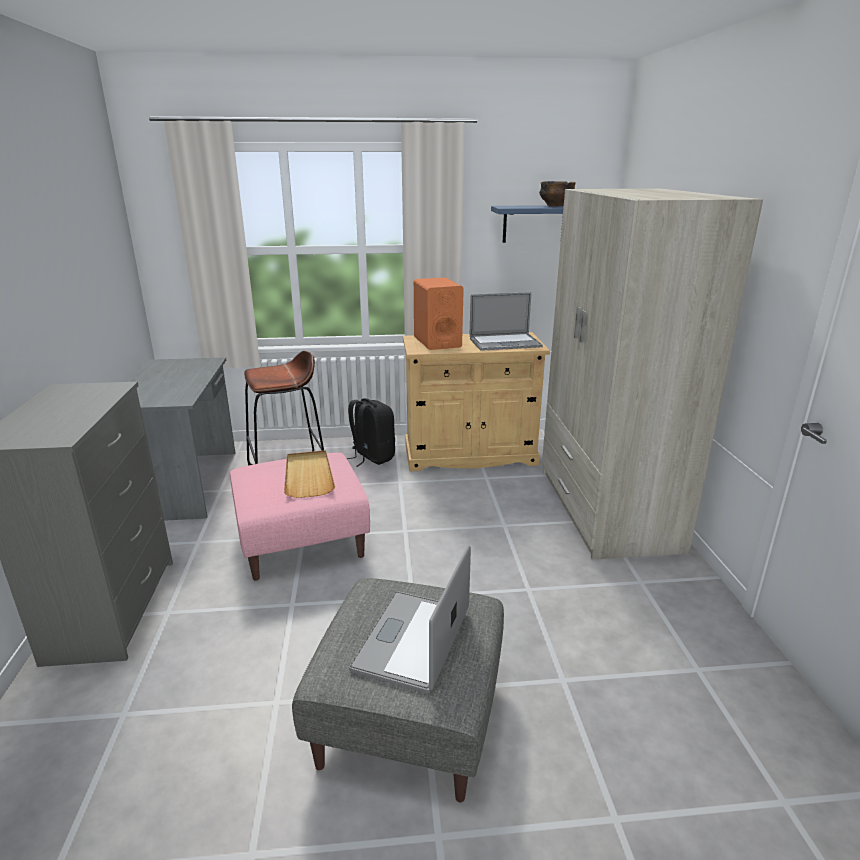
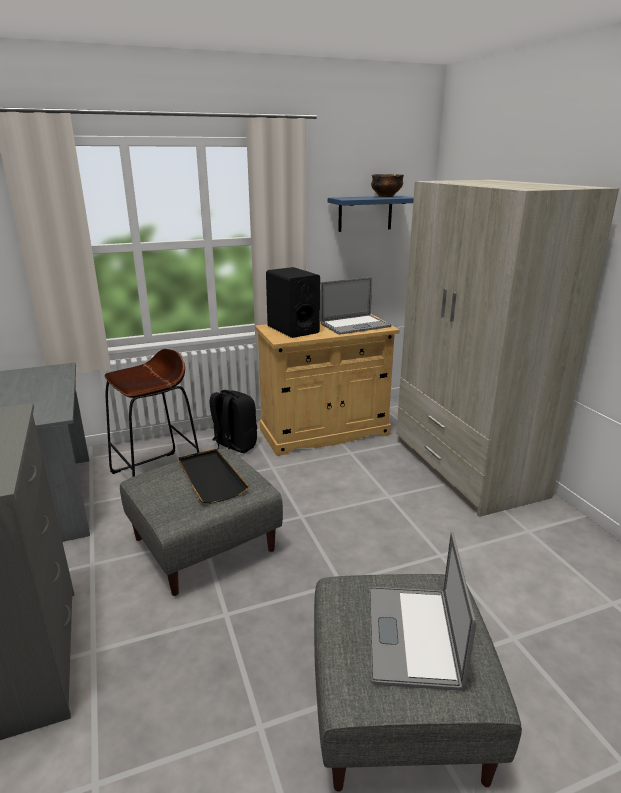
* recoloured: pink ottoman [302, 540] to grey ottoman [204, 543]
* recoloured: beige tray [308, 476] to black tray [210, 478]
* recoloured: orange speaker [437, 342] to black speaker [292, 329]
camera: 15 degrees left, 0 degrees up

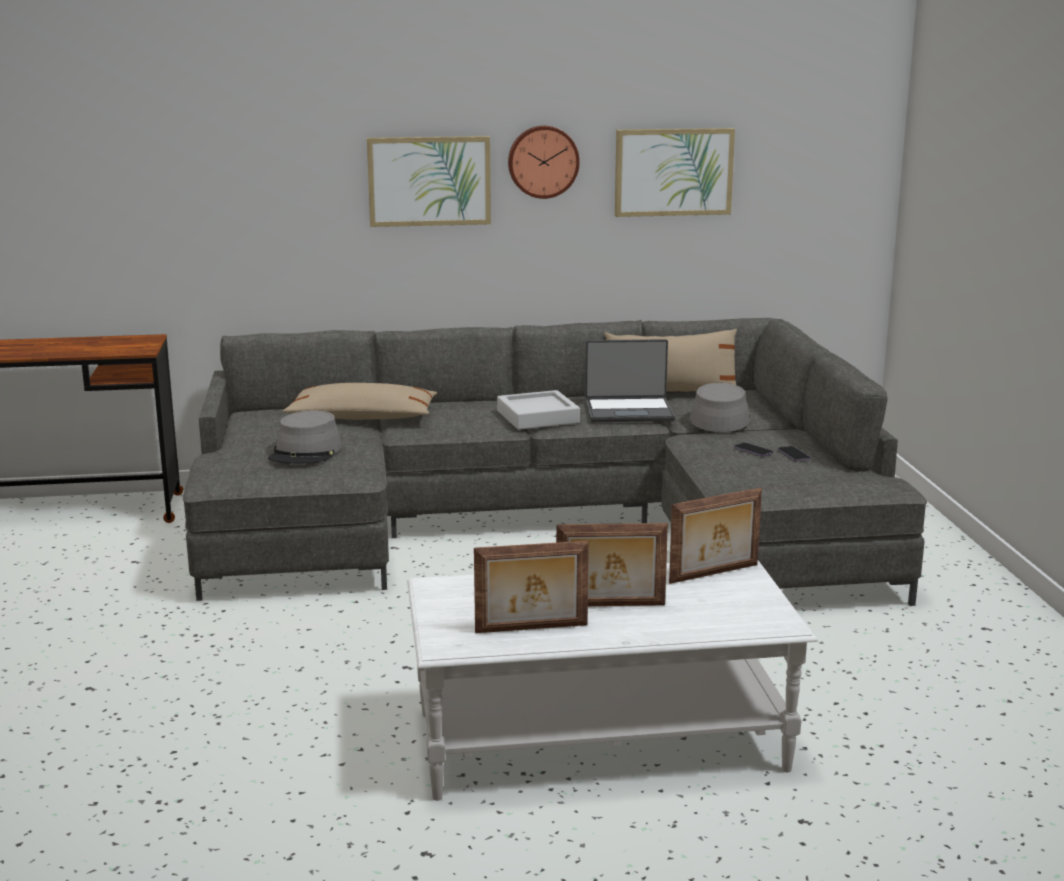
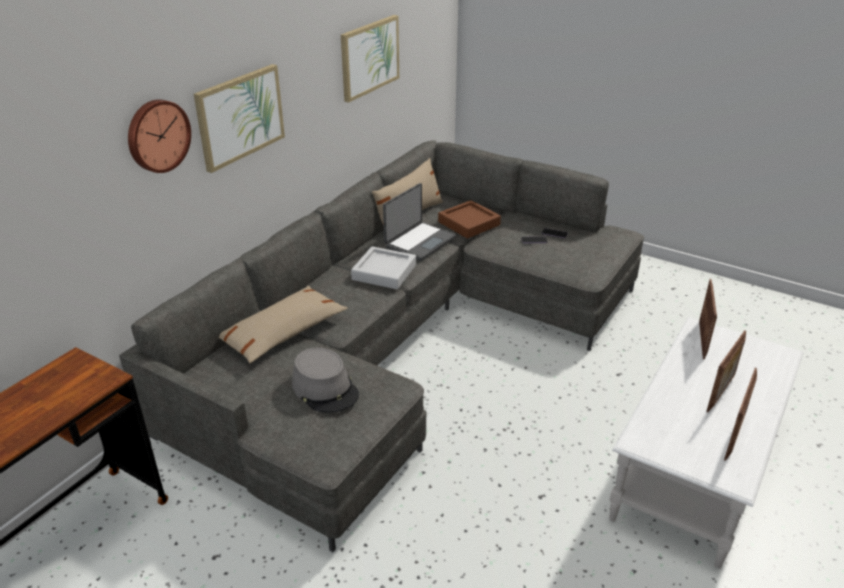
* moved: wall clock [543, 161] to [157, 135]
* replaced: grey hat [719, 418] to brown tray [469, 223]
camera: 50 degrees left, 15 degrees up

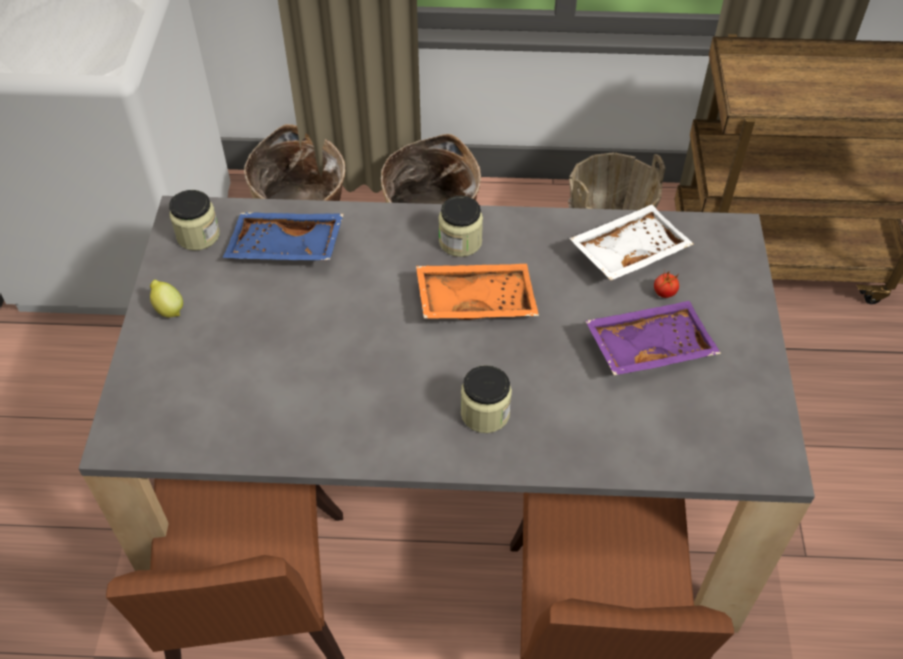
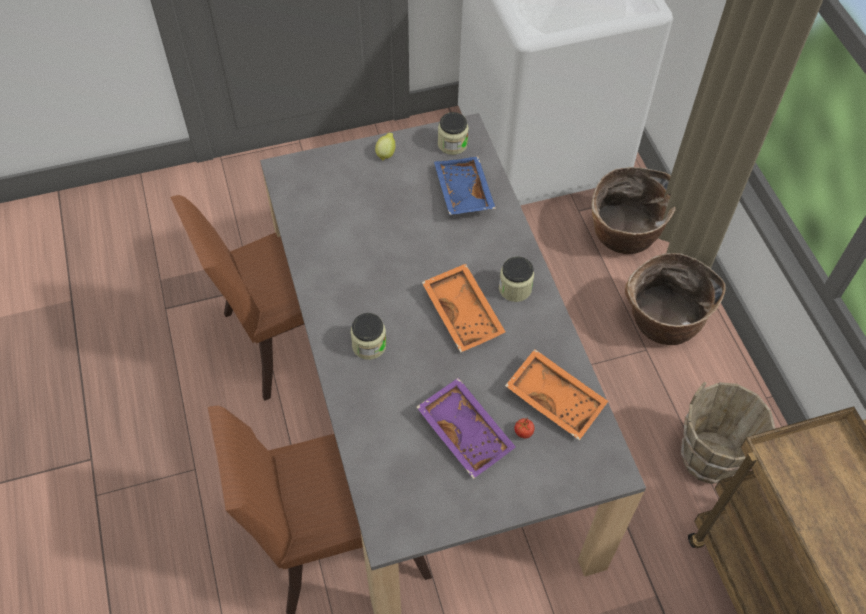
* recoloured: white tray [628, 251] to orange tray [556, 398]
camera: 70 degrees right, 5 degrees up

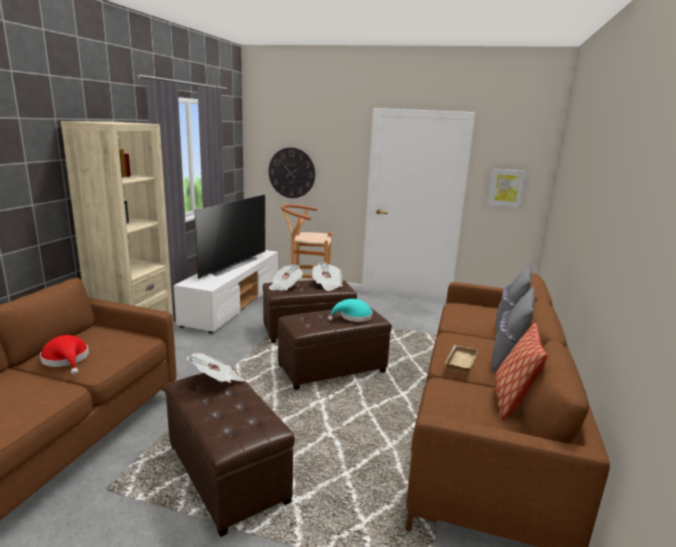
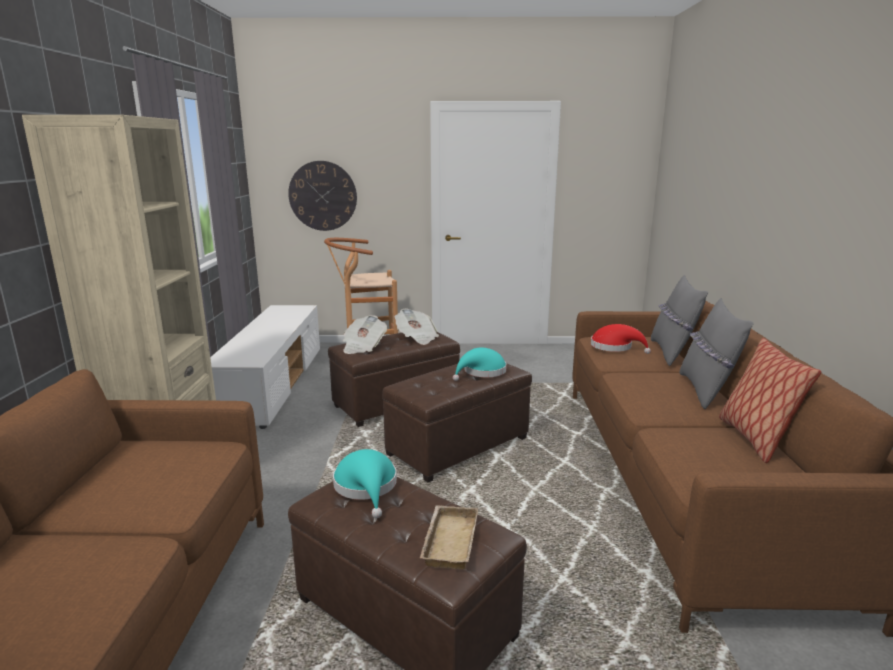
* replaced: newspaper [217, 381] to turquoise hat [367, 487]
* moved: beige tray [459, 361] to [448, 540]
* moved: red hat [66, 359] to [614, 347]
* removed: television [231, 265]
* removed: picture [506, 188]
camera: 15 degrees left, 0 degrees up

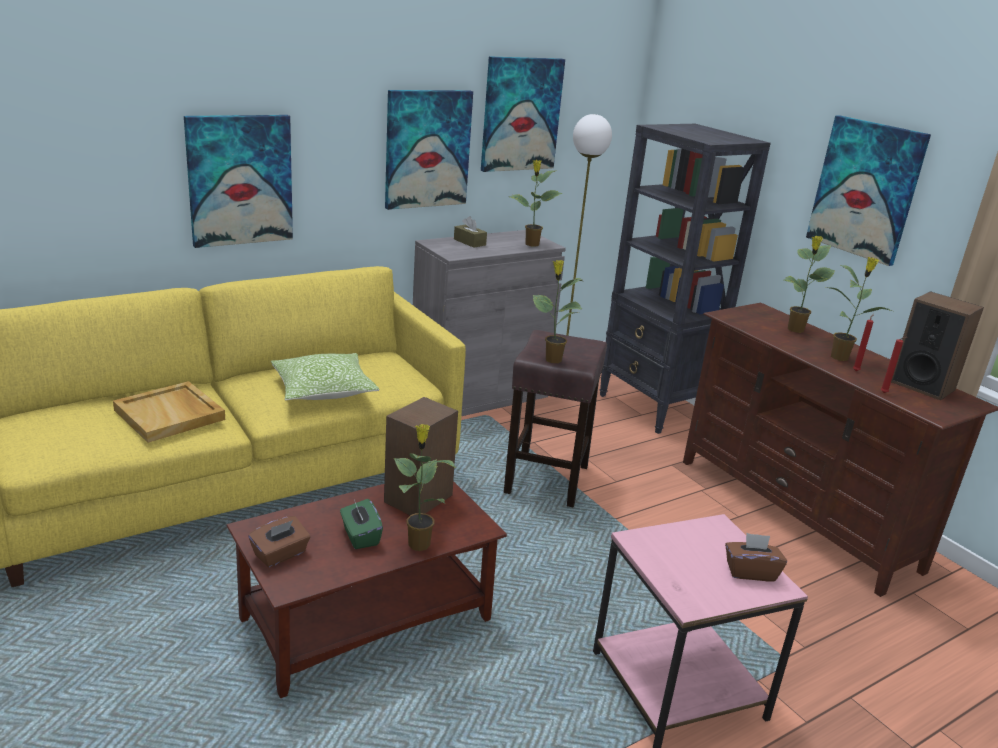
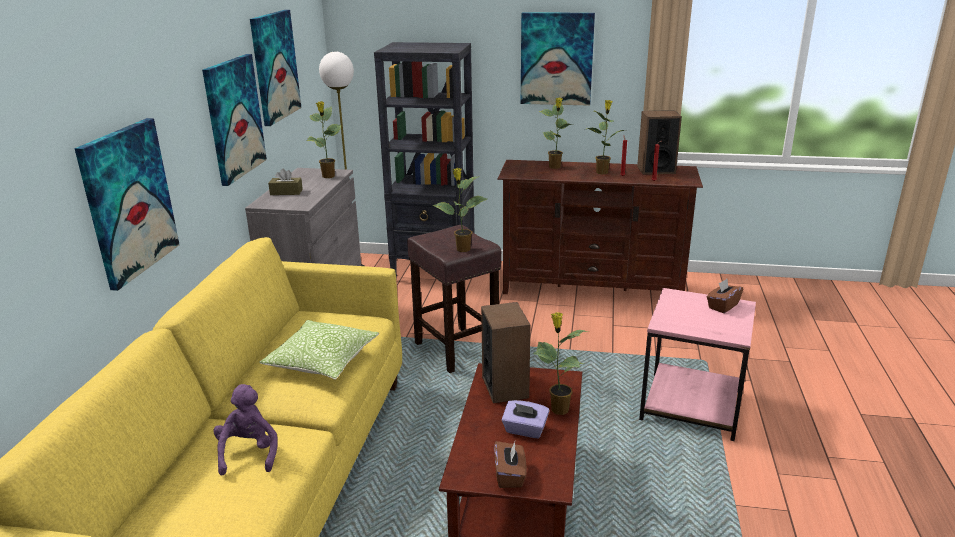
* replaced: beige tray [170, 415] to purple plush toy [249, 453]
* recoloured: green tissue box [360, 536] to purple tissue box [525, 430]
camera: 45 degrees left, 0 degrees up

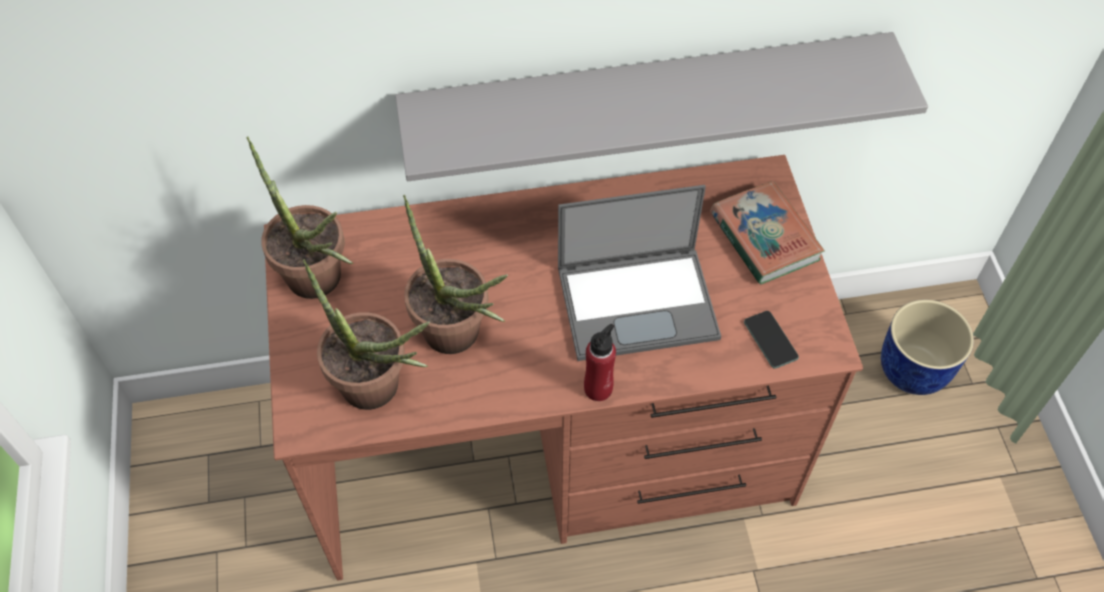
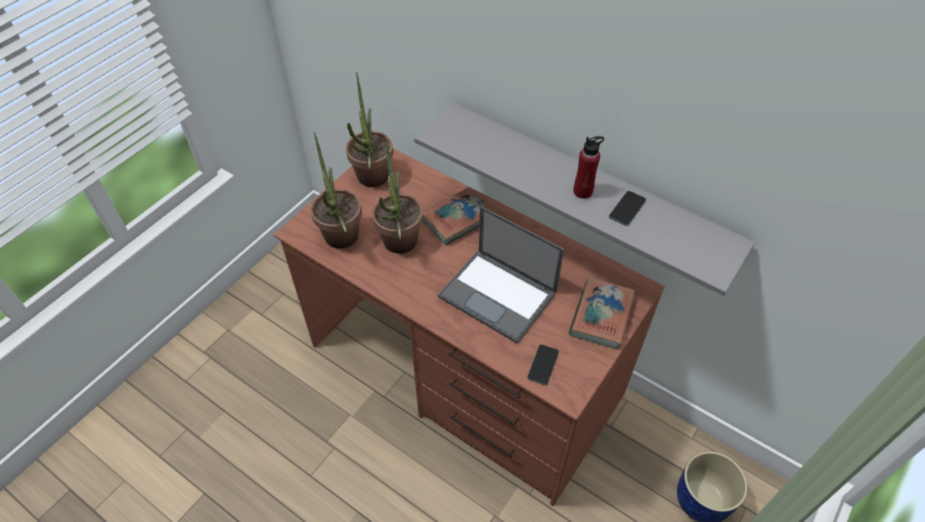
* added: book [457, 218]
* moved: red bottle [598, 388] to [583, 191]
* added: phone [627, 208]
camera: 45 degrees right, 5 degrees down

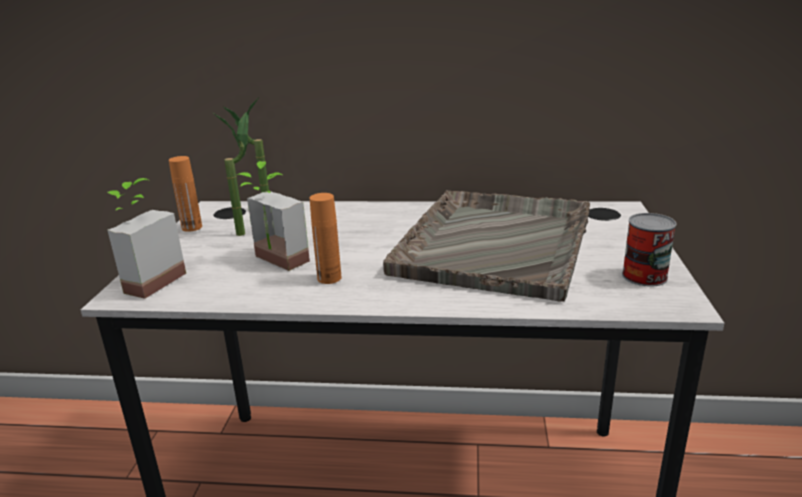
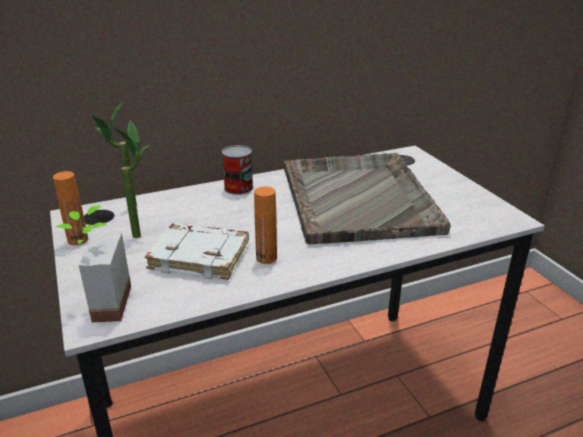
* replaced: potted plant [273, 262] to white book [201, 256]
* moved: can [644, 276] to [238, 188]
camera: 30 degrees left, 5 degrees up

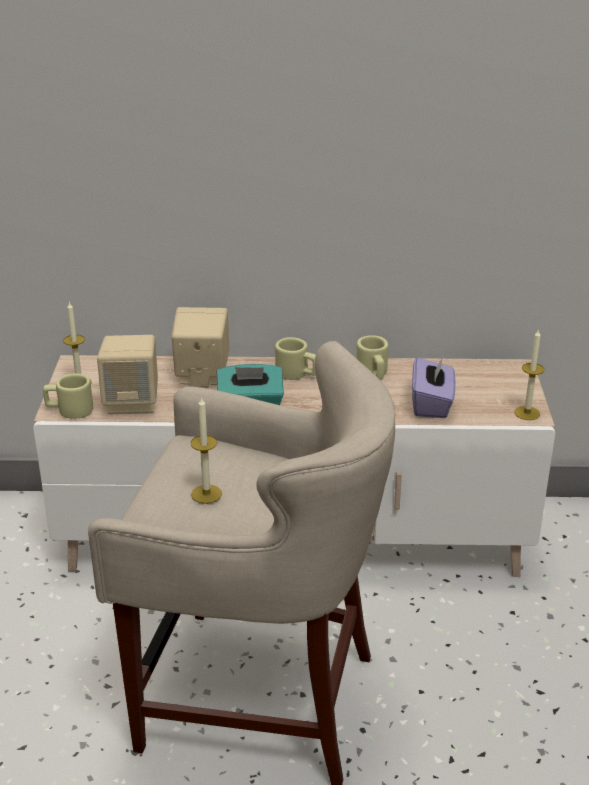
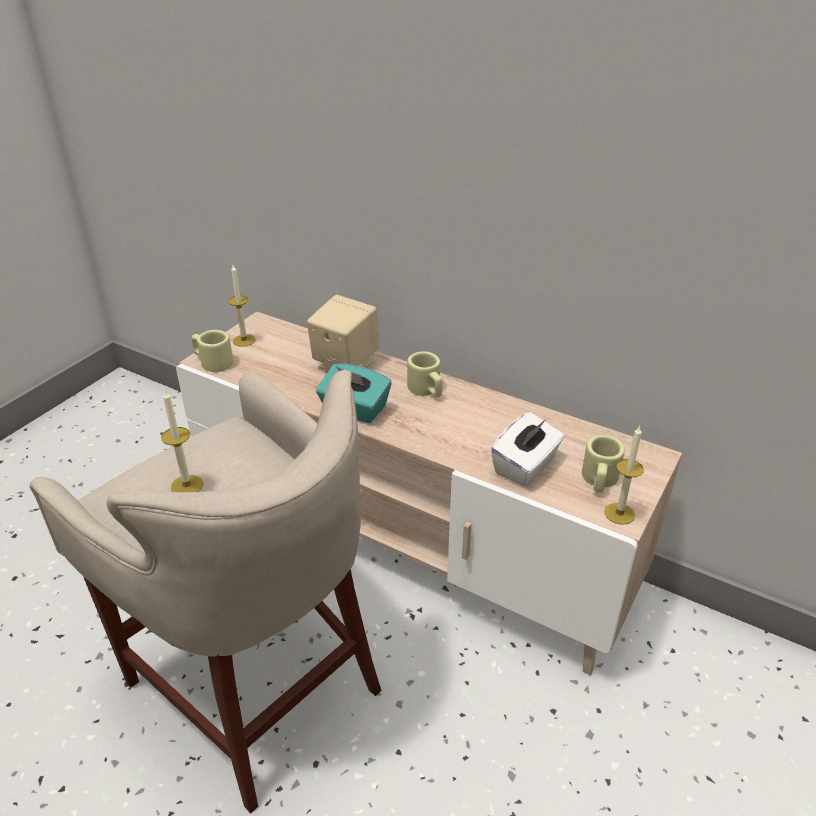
* recoloured: purple tissue box [432, 404] to white tissue box [525, 466]
* moved: beige mug [373, 373] to [599, 480]
* removed: beige speaker [132, 402]
camera: 30 degrees right, 5 degrees up

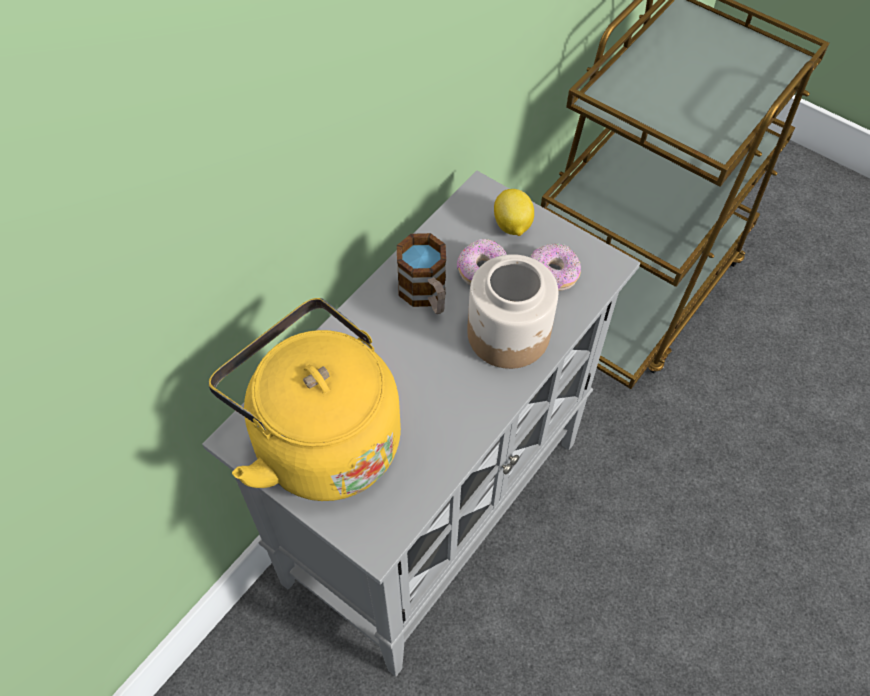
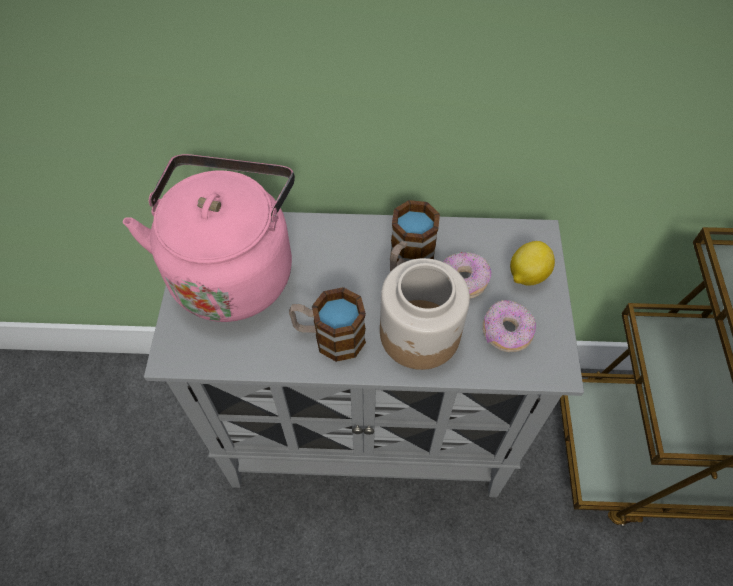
* recoloured: yellow kettle [320, 439] to pink kettle [233, 270]
* added: mug [329, 337]
camera: 55 degrees right, 0 degrees up

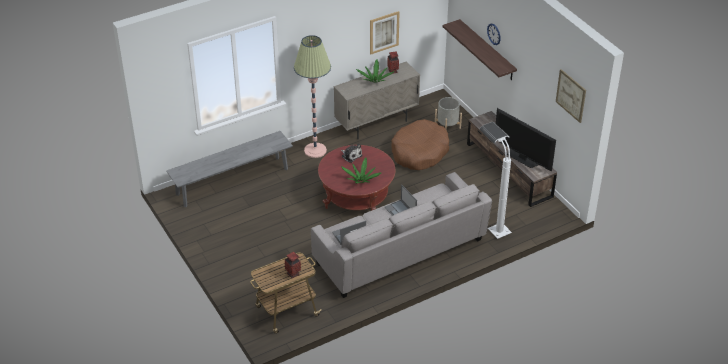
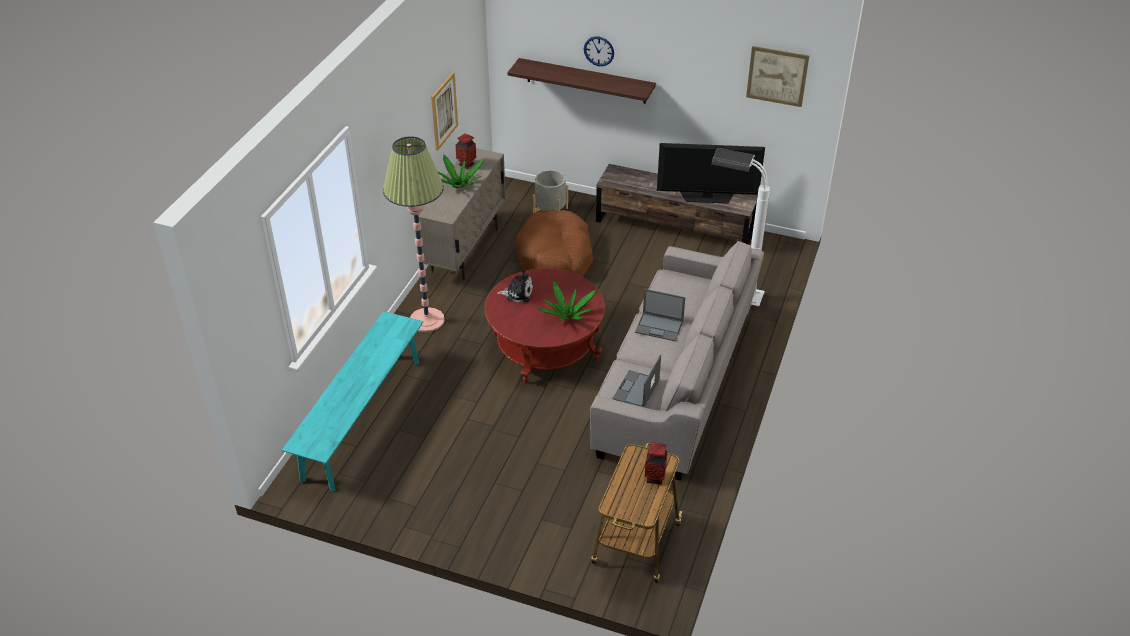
* recoloured: grey bench [232, 181] to turquoise bench [362, 418]
camera: 40 degrees left, 0 degrees up

